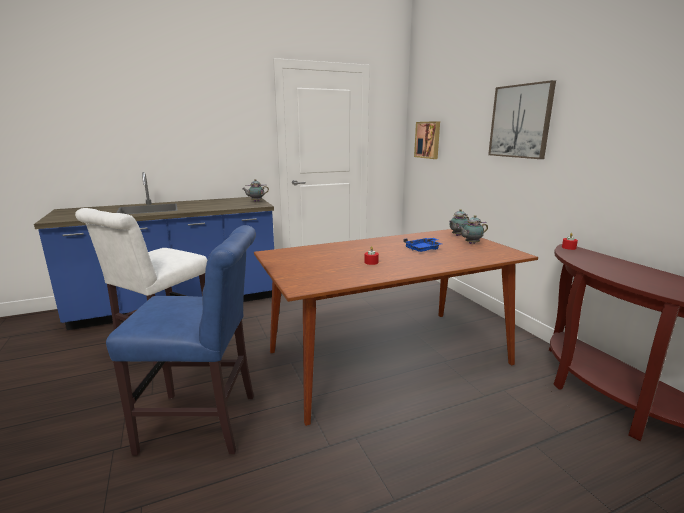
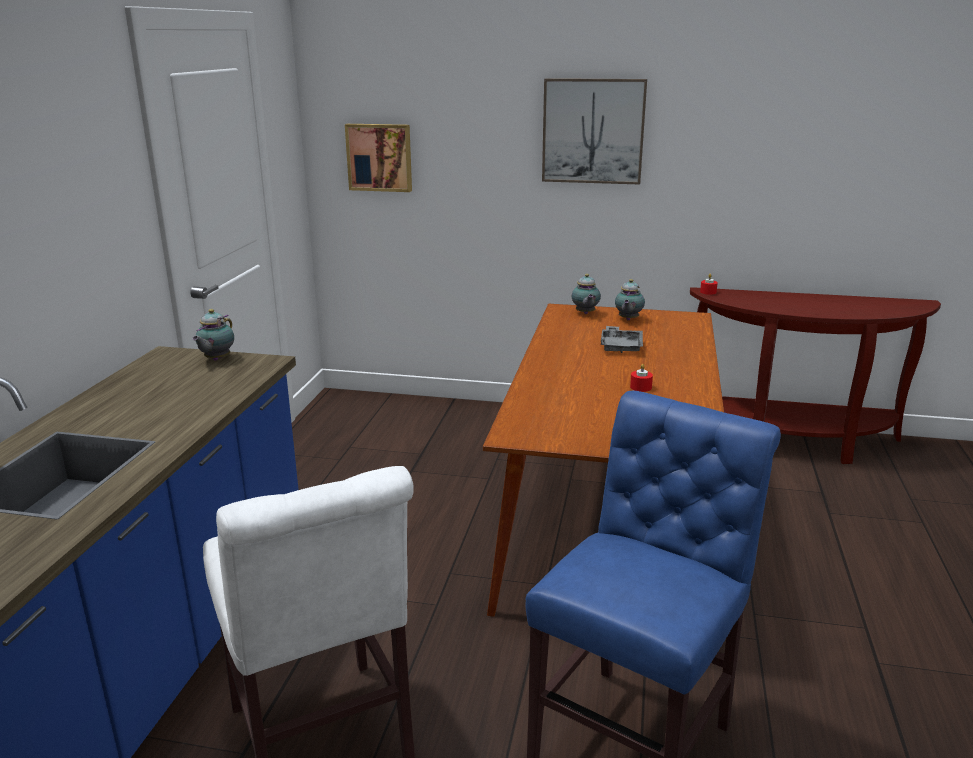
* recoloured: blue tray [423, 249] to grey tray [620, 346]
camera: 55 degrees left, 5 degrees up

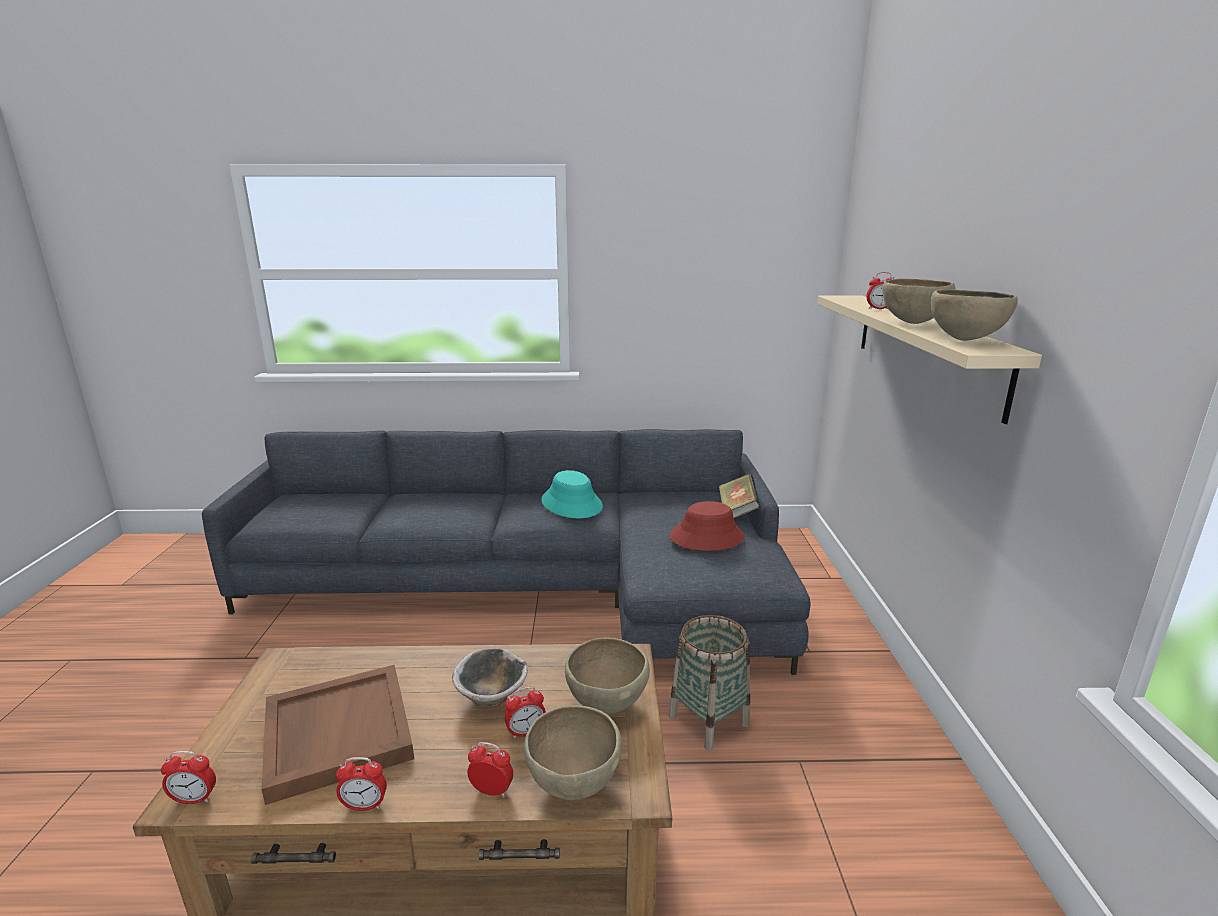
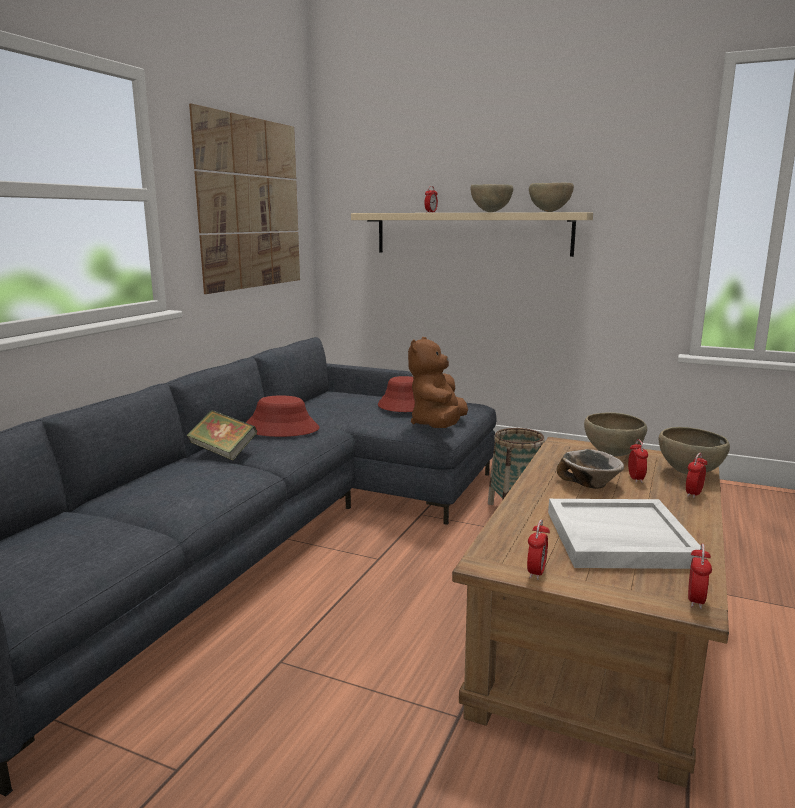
* moved: book [737, 511] to [223, 452]
* added: picture [250, 204]
* recoloured: turquoise hat [572, 503] to red hat [281, 429]
* added: brown plush toy [438, 426]
* moved: alarm clock [365, 806] to [536, 572]
* recoloured: brown tray [337, 733] to white tray [618, 539]
camera: 65 degrees left, 5 degrees down

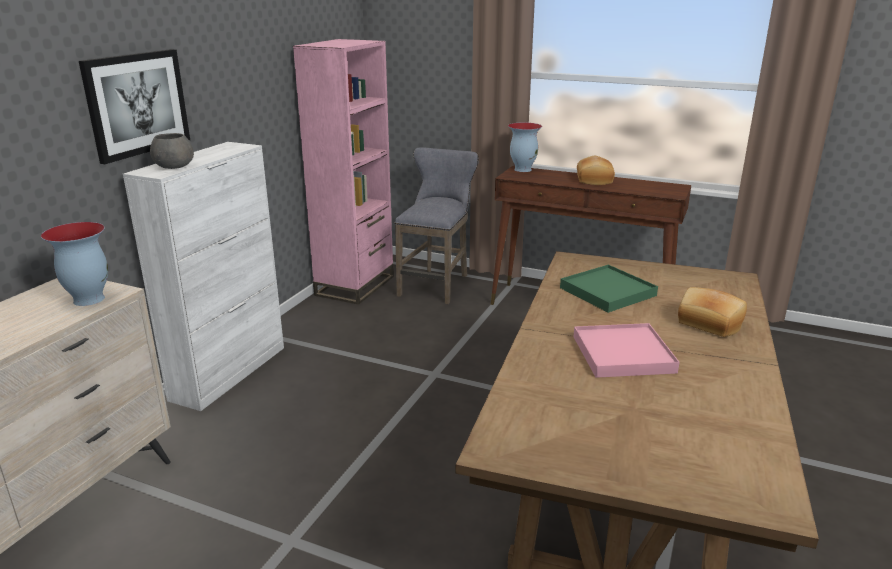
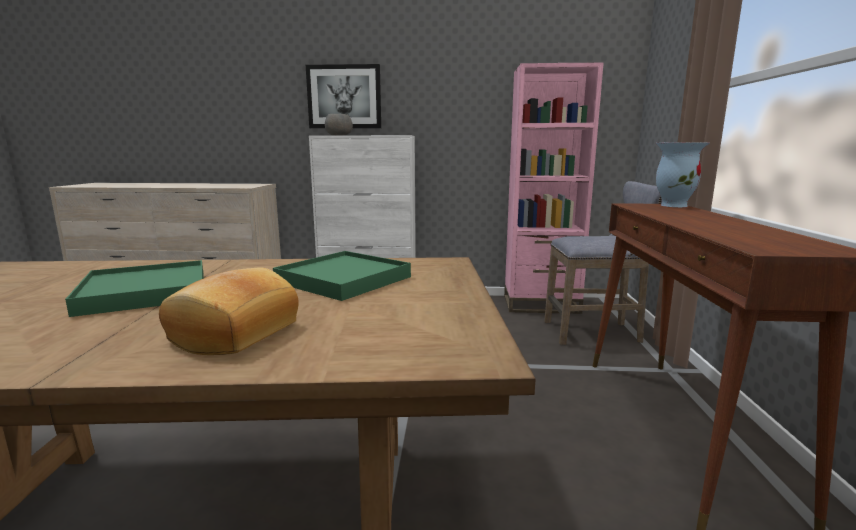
* recoloured: pink tray [623, 354] to green tray [146, 292]
* removed: vase [88, 299]
* removed: bread [593, 180]
camera: 70 degrees right, 10 degrees down

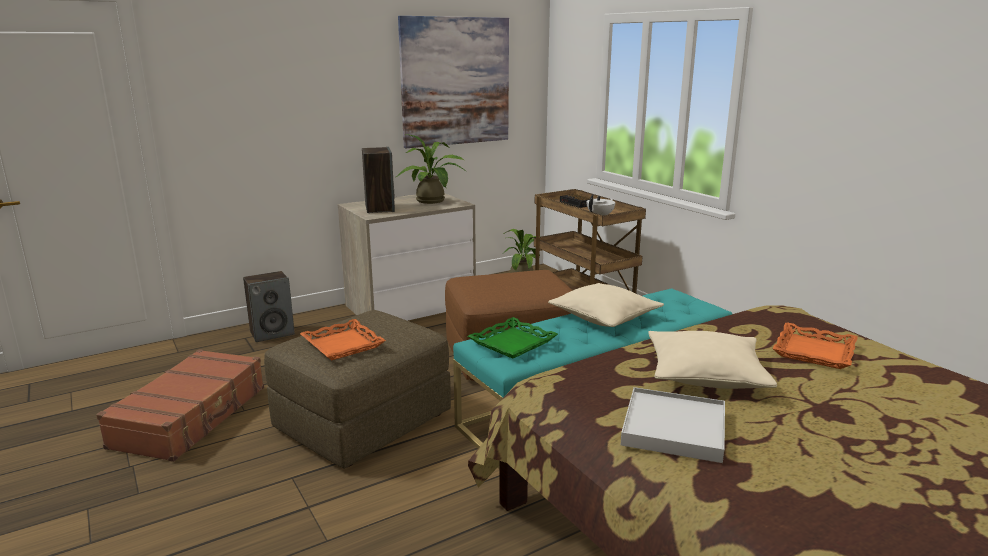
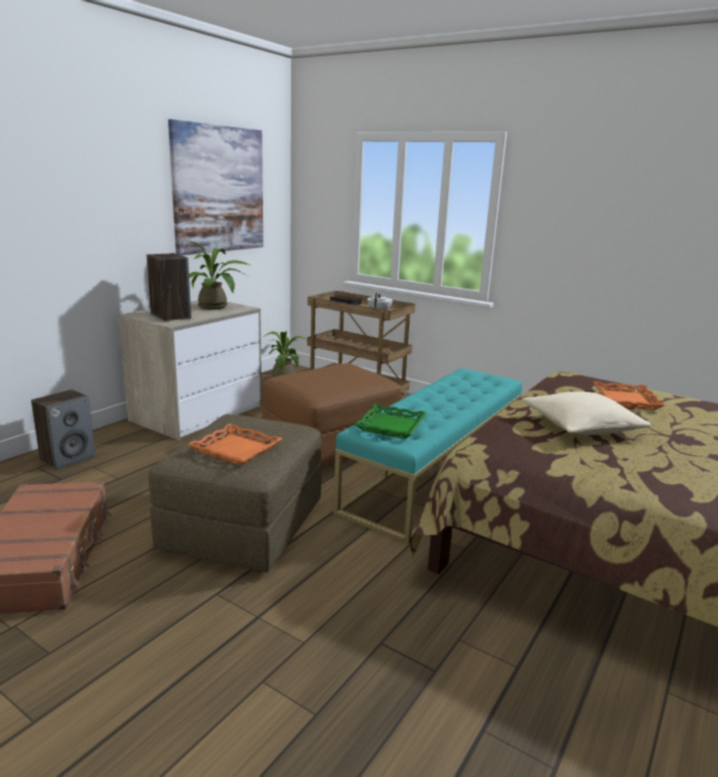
* removed: beige pillow [604, 317]
* removed: white tray [673, 428]
camera: 25 degrees left, 0 degrees up

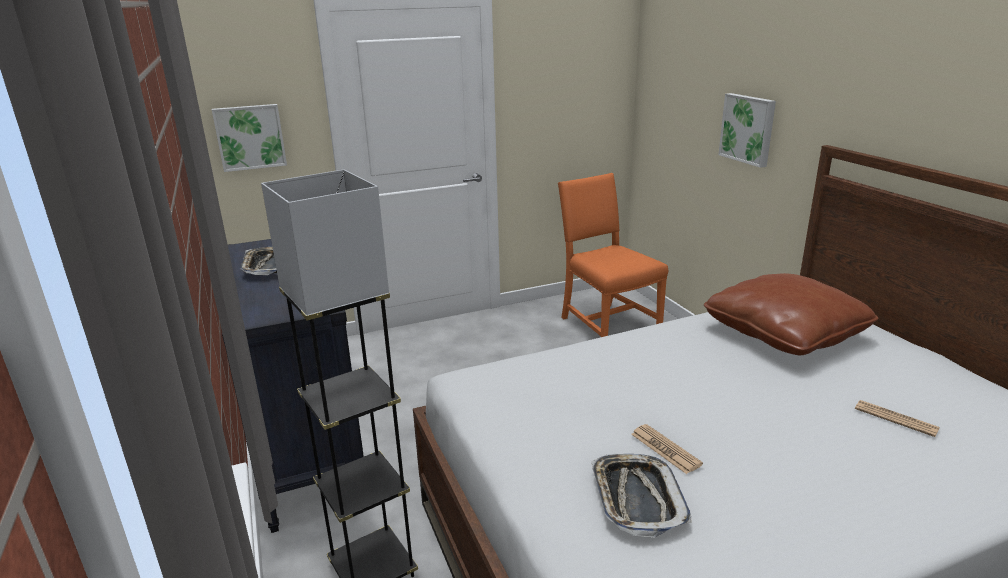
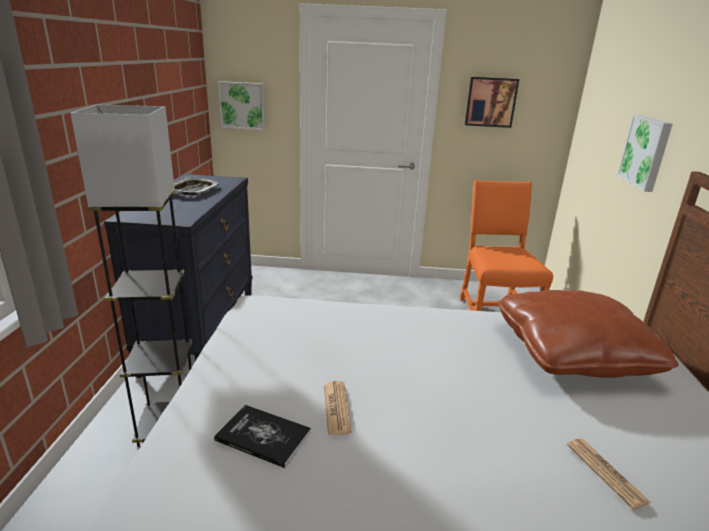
* replaced: tray [637, 498] to book [263, 436]
* added: picture [490, 102]
camera: 25 degrees right, 0 degrees up

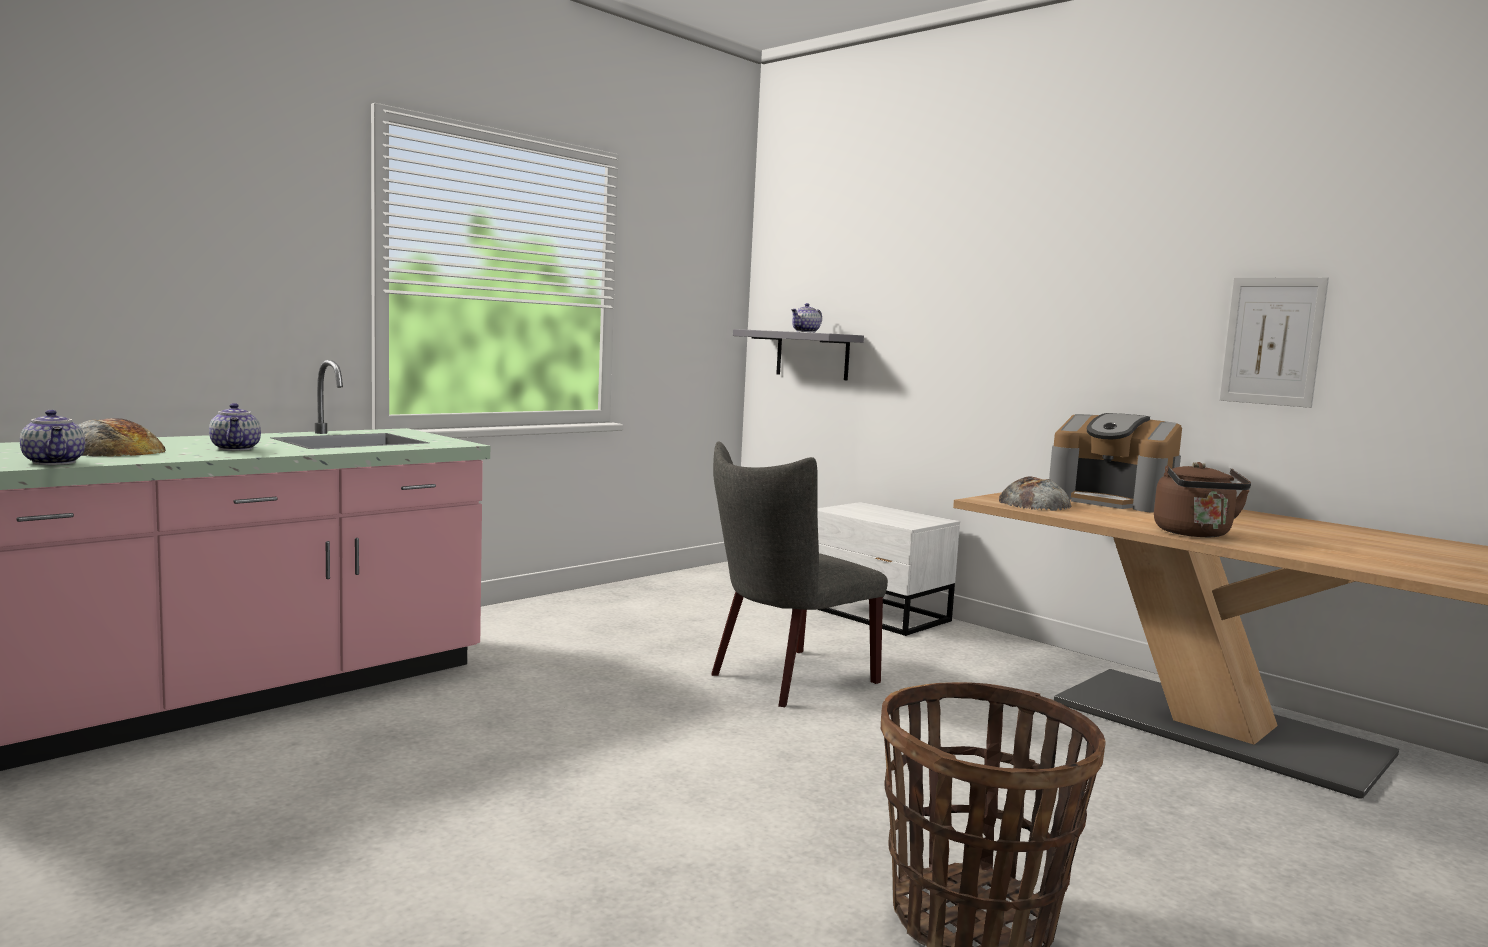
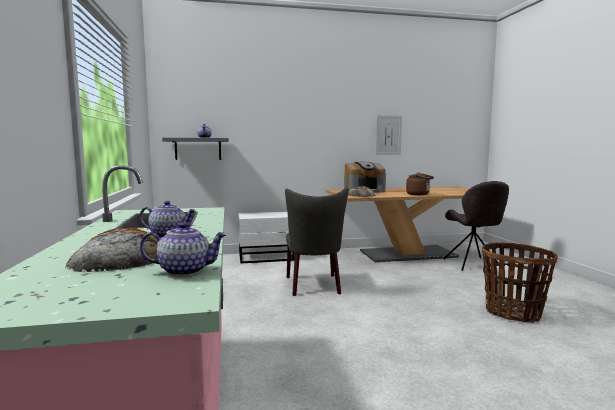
* added: grey chair [472, 264]
camera: 55 degrees left, 0 degrees up

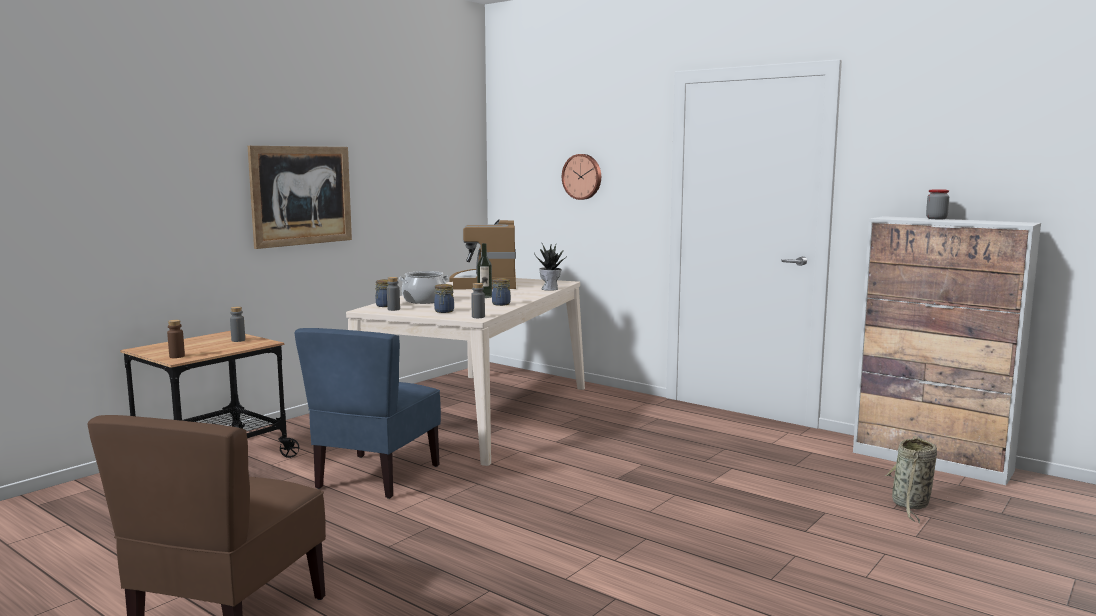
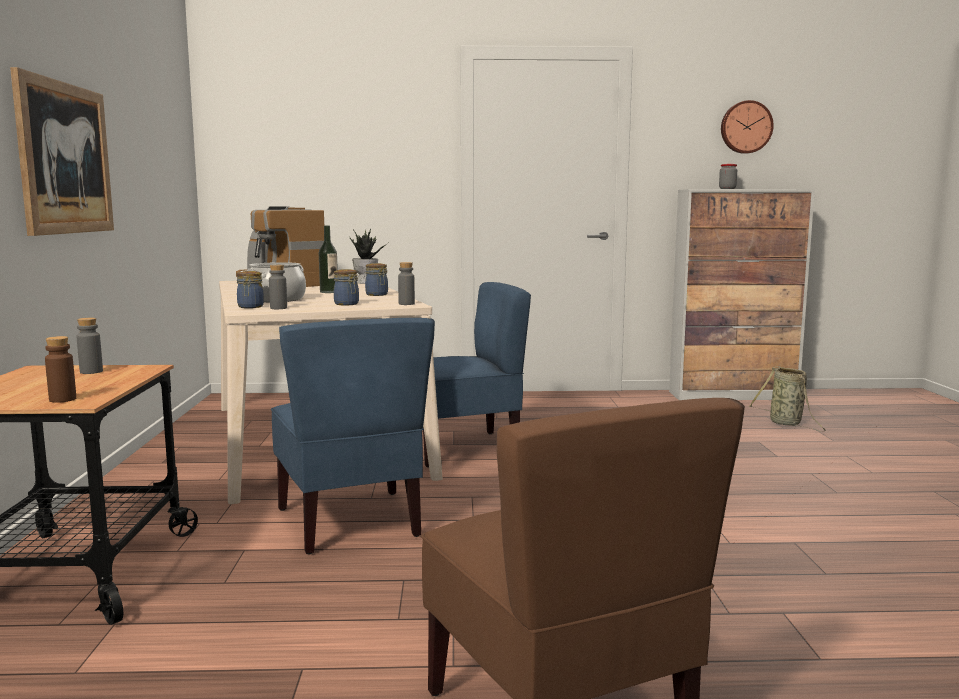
* added: blue chair [461, 448]
* moved: wall clock [582, 176] to [745, 127]
camera: 40 degrees left, 0 degrees up

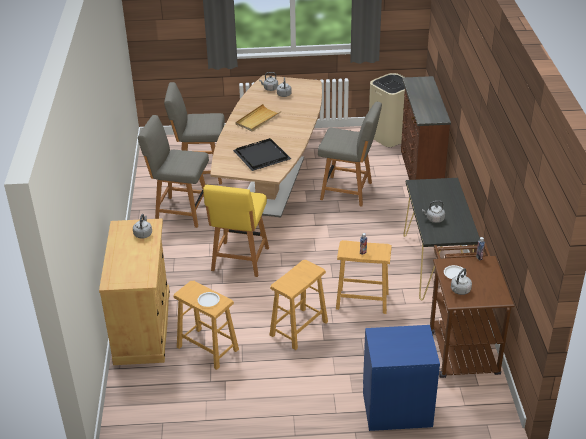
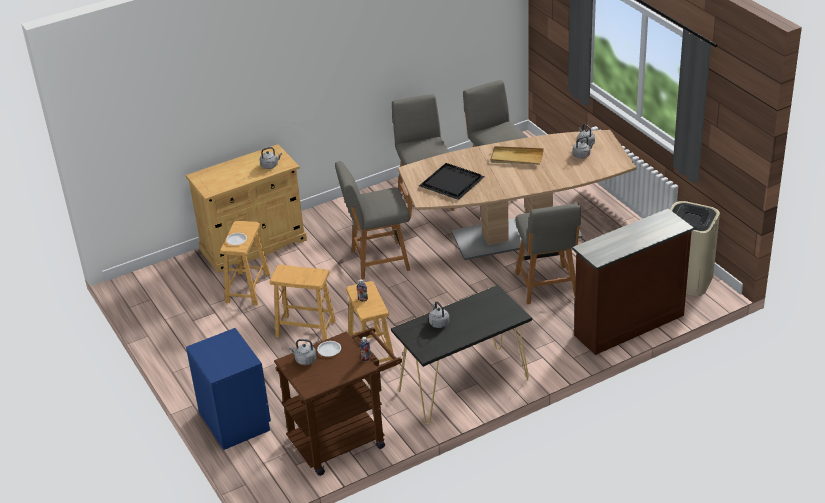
* recoloured: yellow chair [239, 260] to grey chair [377, 261]
camera: 65 degrees right, 0 degrees up

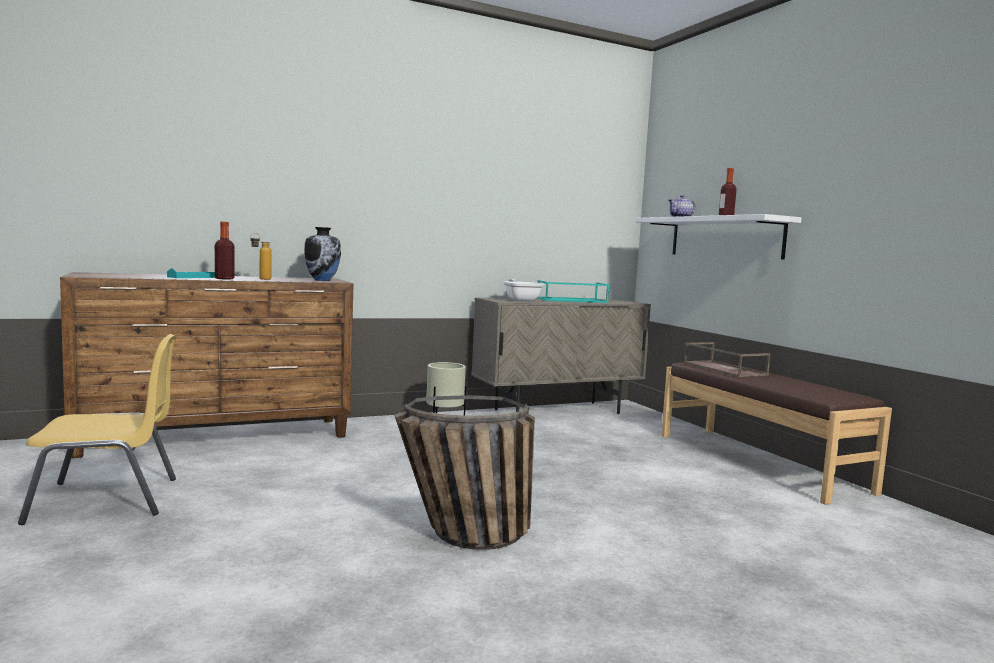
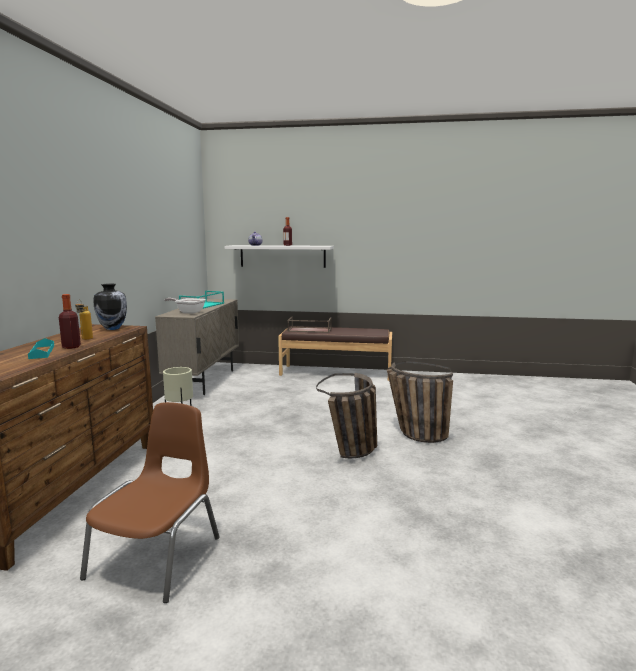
* recoloured: yellow chair [108, 500] to brown chair [157, 556]
* added: basket [412, 433]
camera: 55 degrees left, 5 degrees up

